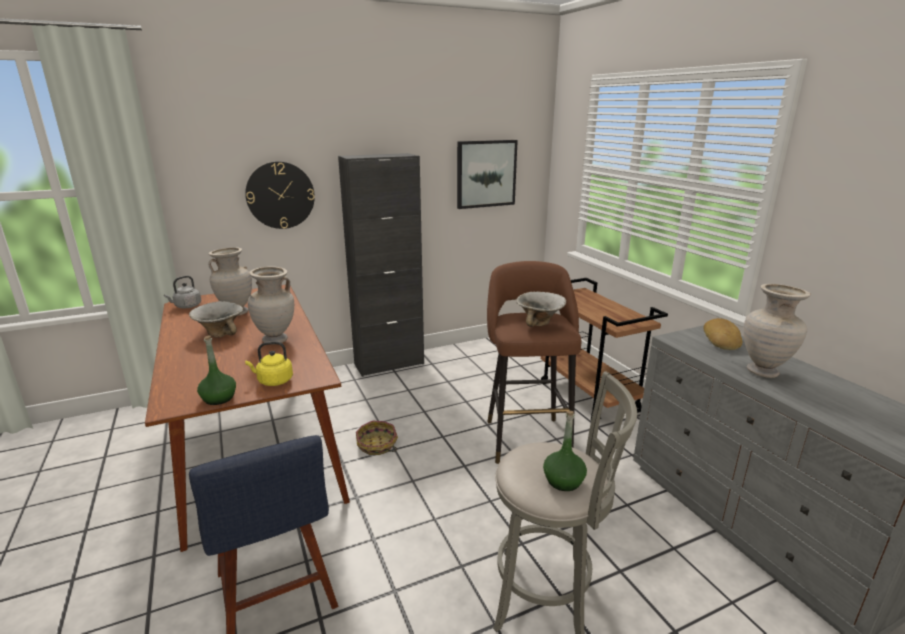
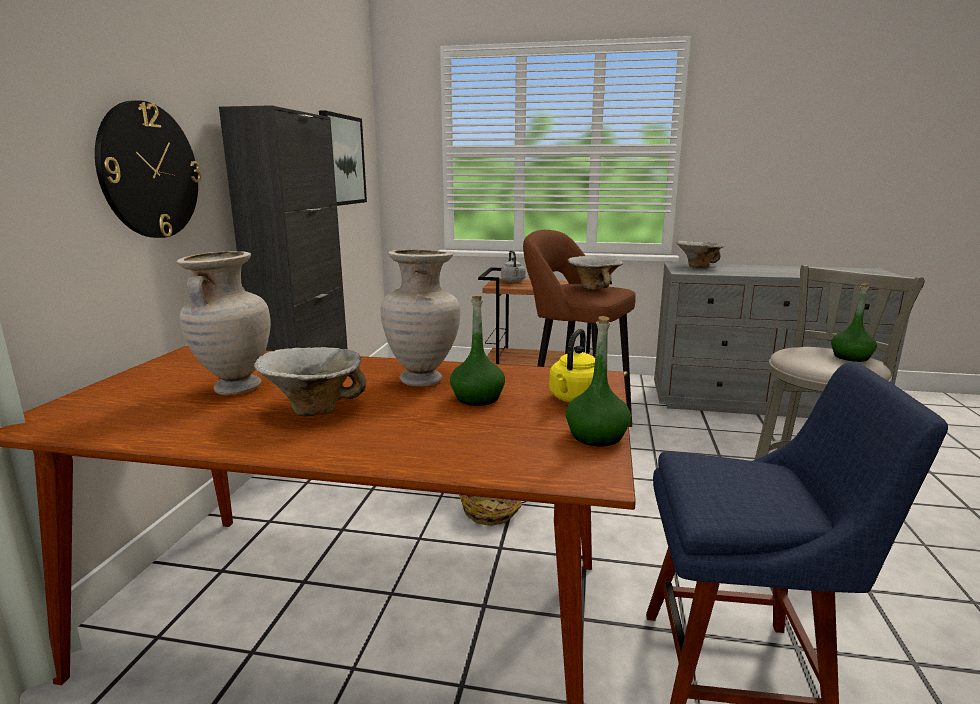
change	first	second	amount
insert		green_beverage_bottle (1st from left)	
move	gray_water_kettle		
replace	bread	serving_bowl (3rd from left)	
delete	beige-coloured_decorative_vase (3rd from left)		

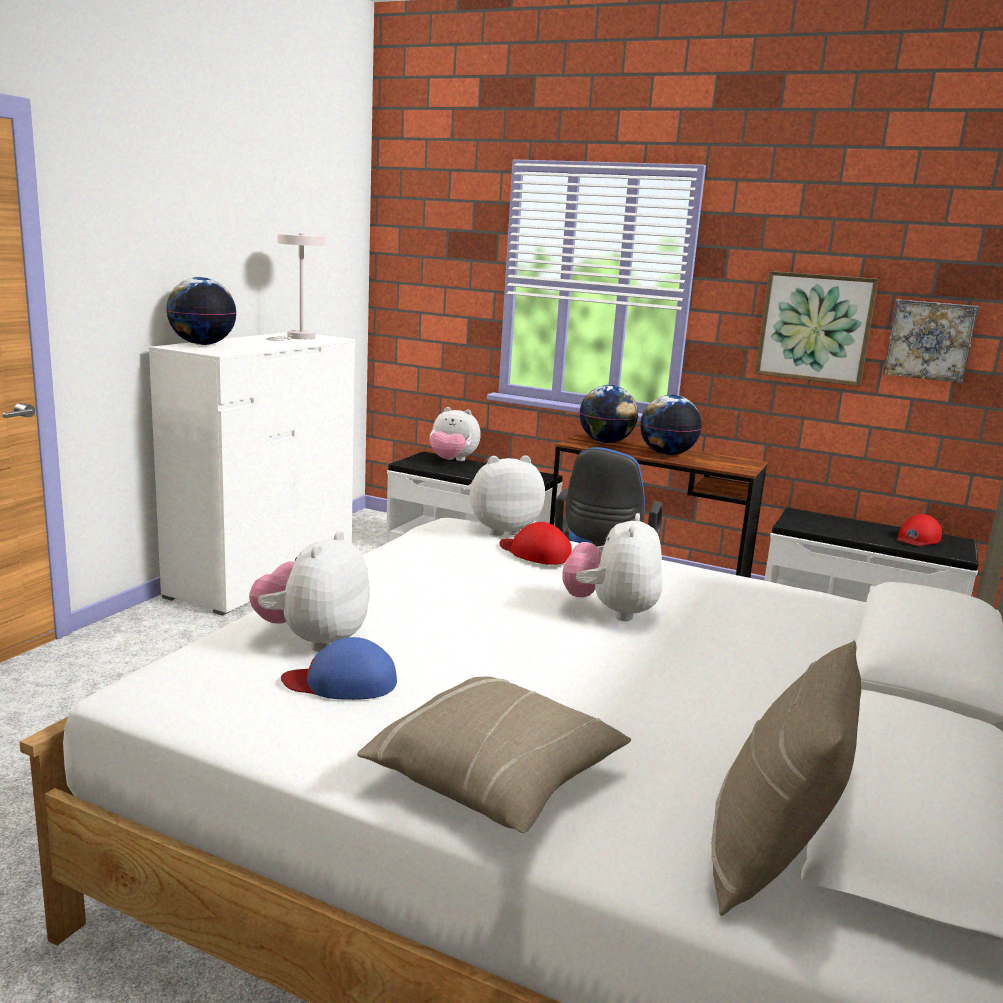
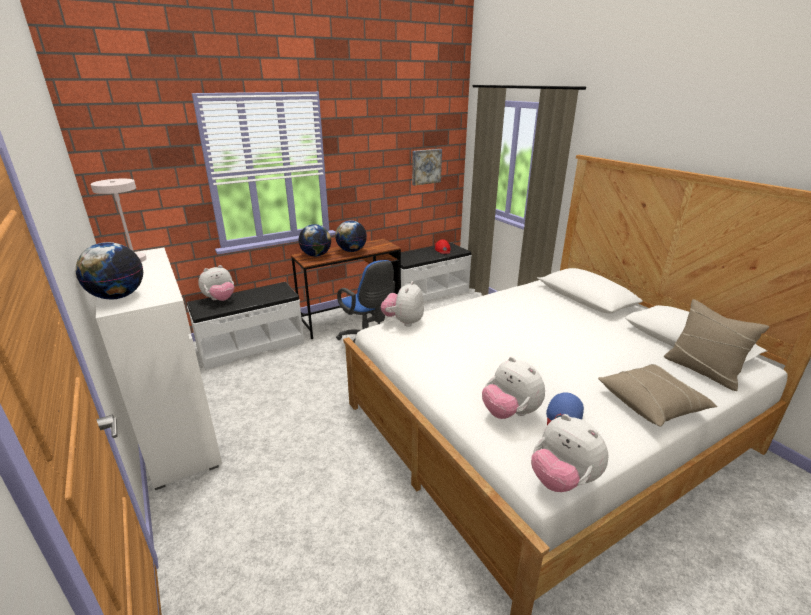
change	first	second	amount
move	soft_toy (4th from left)		
delete	red-coloured_baseball_cap (1st from left)		
delete	wall_art (1st from left)		

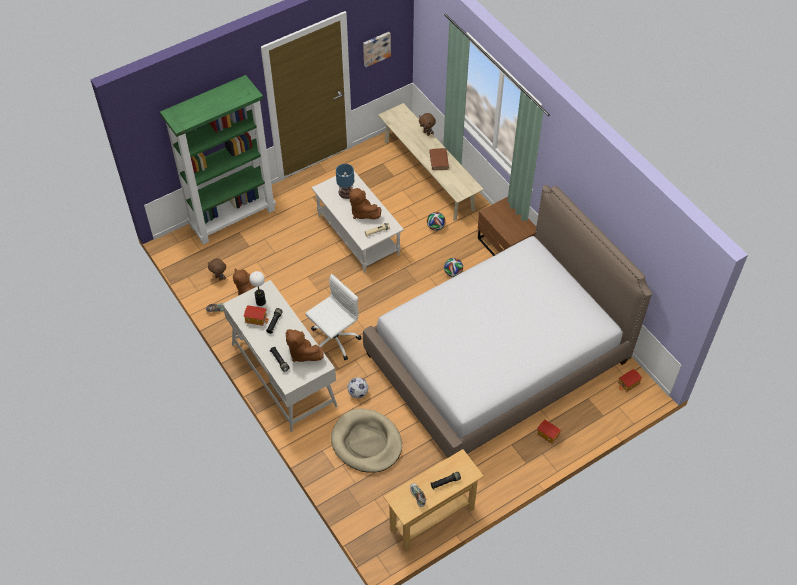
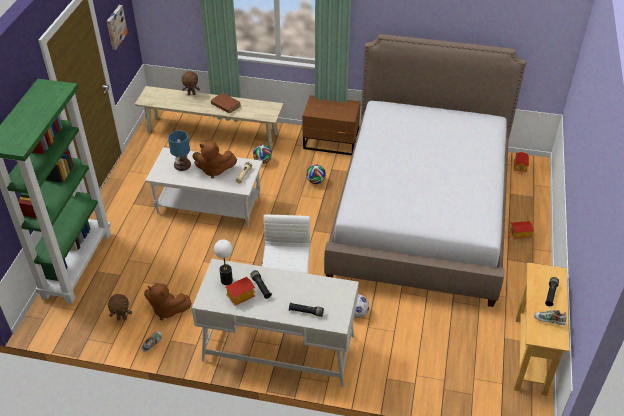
change	first	second	amount
delete	brown_soft_toy (3rd from left)		
delete	beige-coloured_pet_bed		

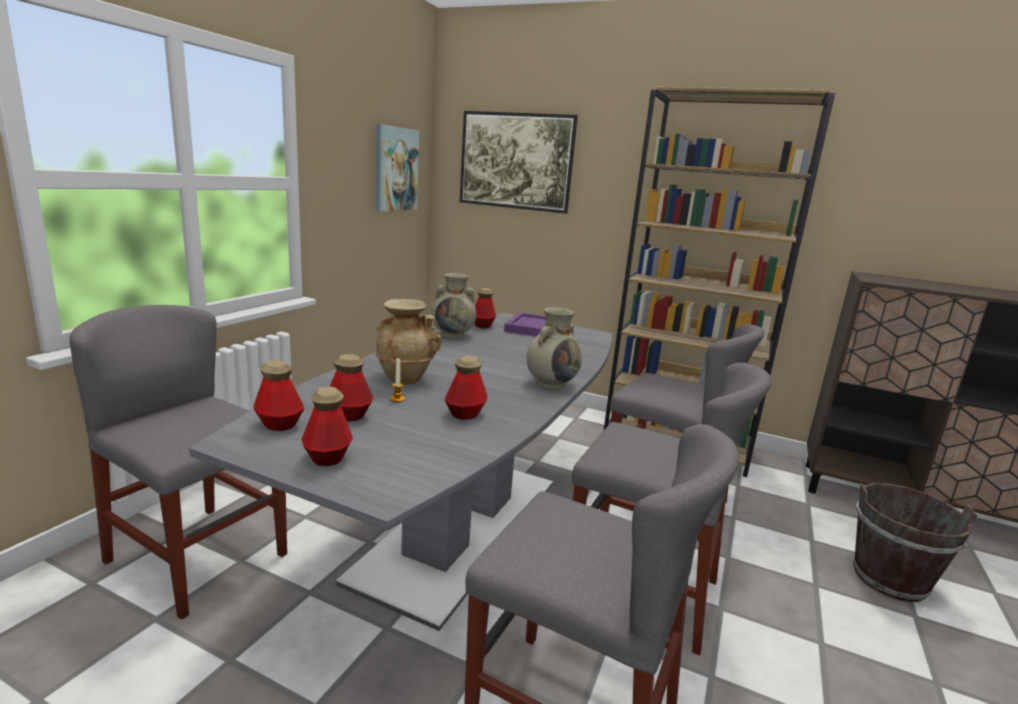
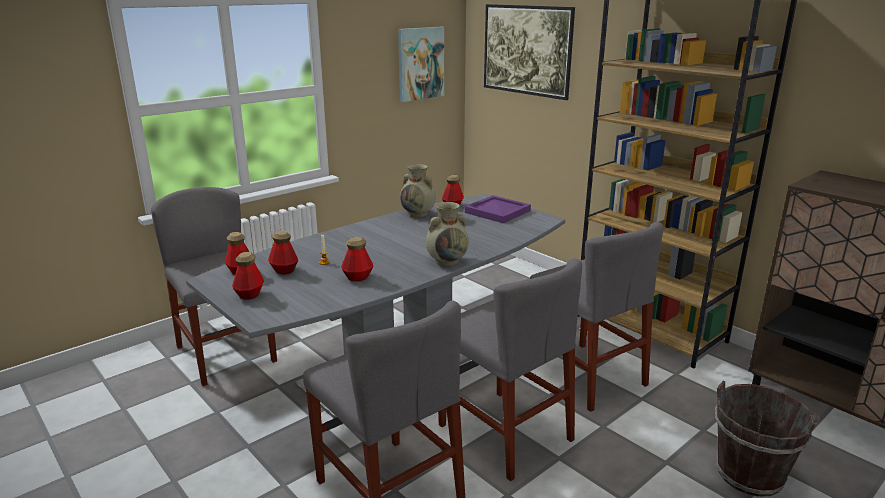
change	first	second	amount
delete	beige-coloured_decorative_vase (1st from left)		

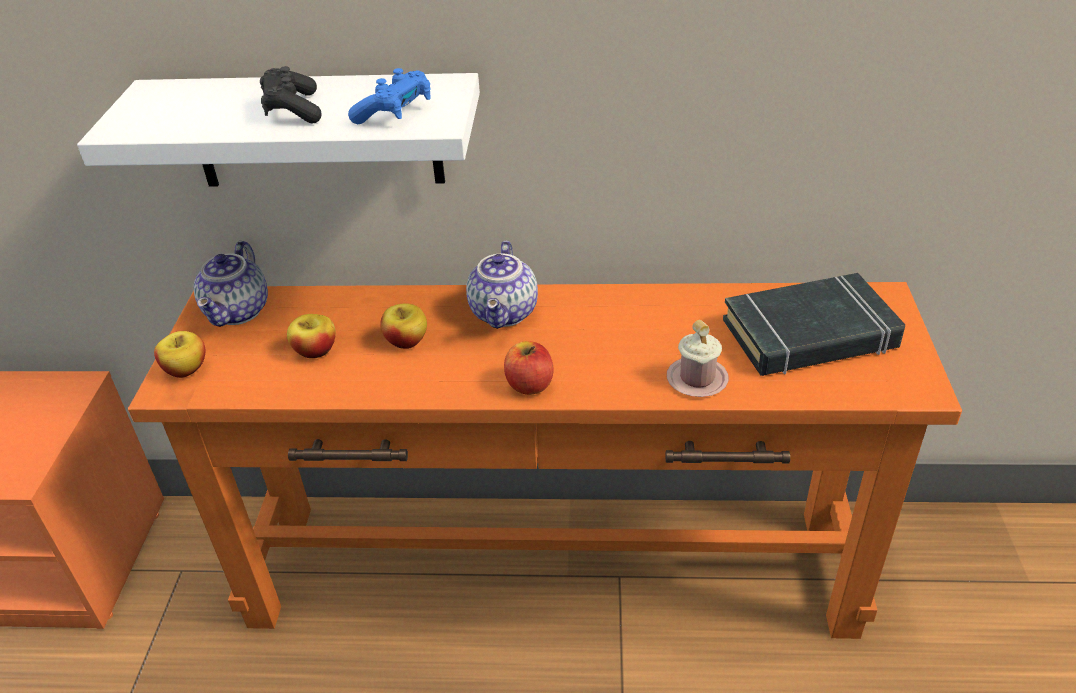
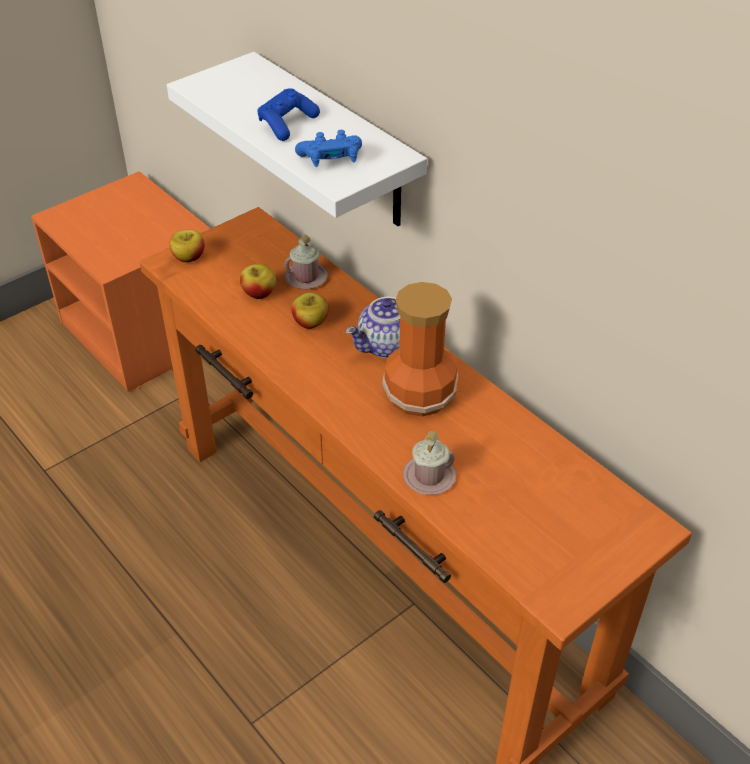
change	first	second	amount
recolor	black-coloured_game_controller	blue_game_controller (1st from left)	
insert		pink_mug (1st from left)	
insert		decorative_vase	
delete	teapot (1st from left)		
delete	apple_fruit (4th from left)		
delete	black-coloured_bound_book		

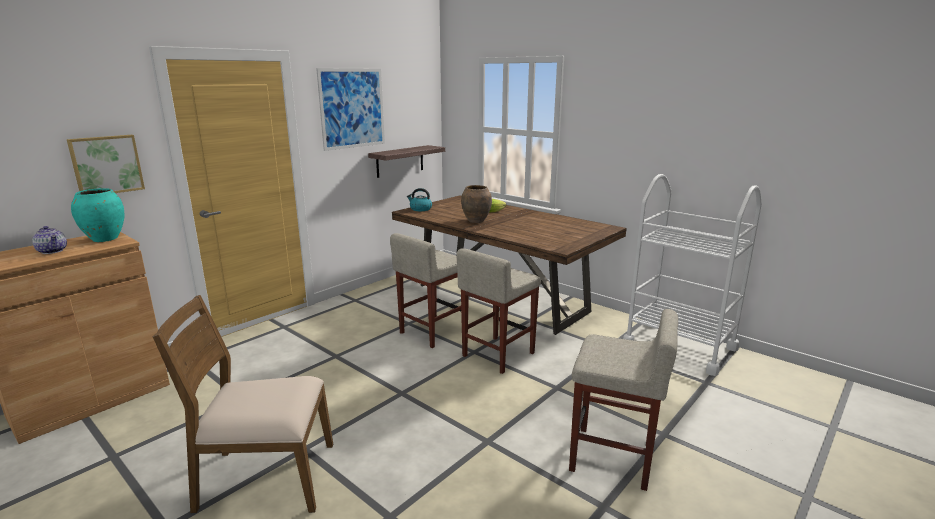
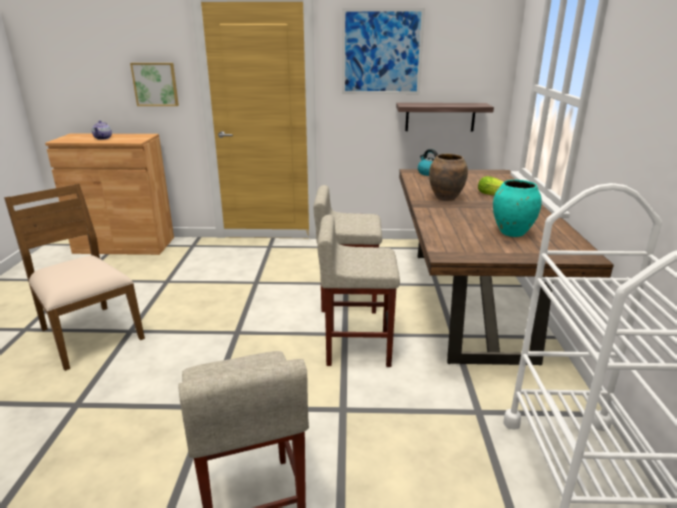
change	first	second	amount
move	turquoise-coloured_decorative_vase		

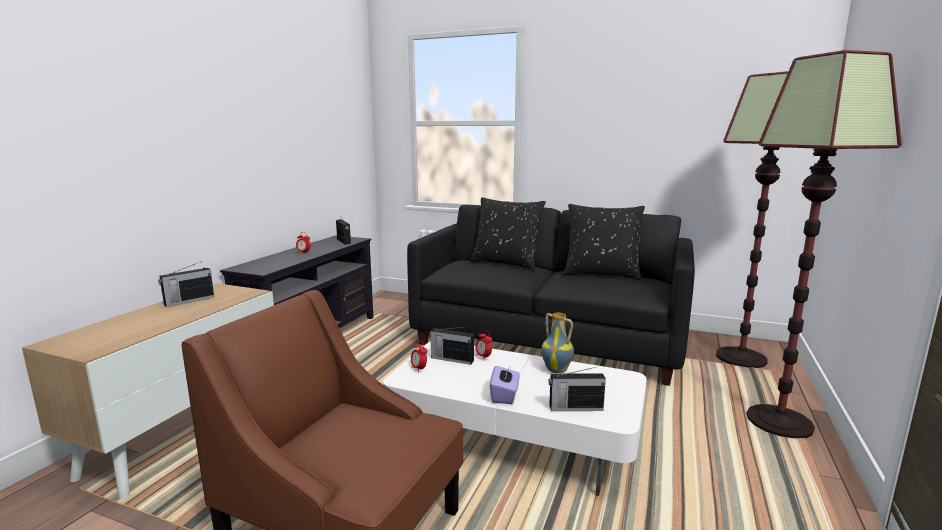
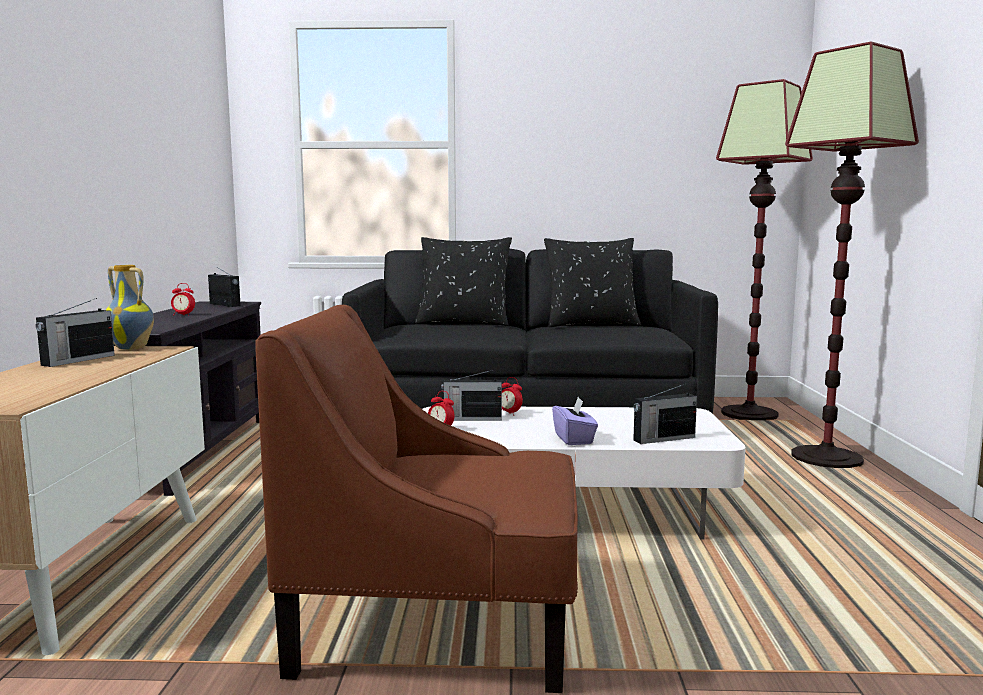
change	first	second	amount
move	decorative_vase		

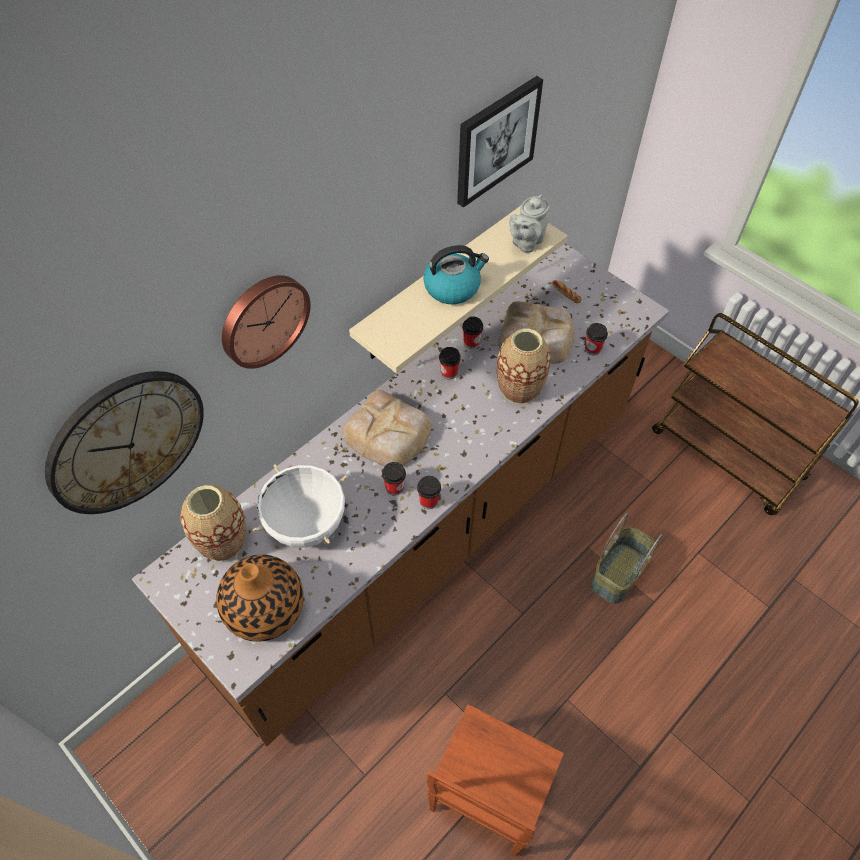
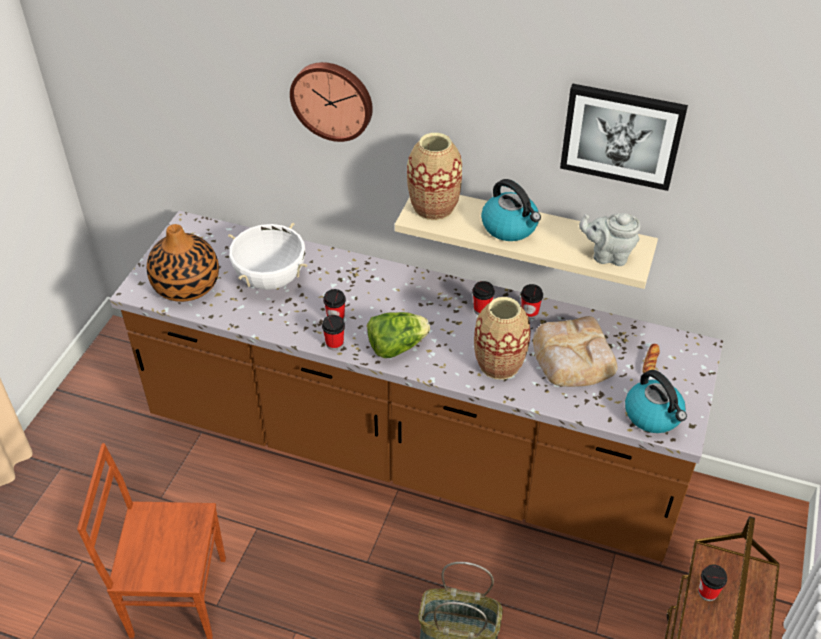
change	first	second	amount
insert		head_of_lettuce	
move	decorative_vase (1st from left in the first image)	decorative_vase (2nd from left)	
insert		water_kettle (2nd from left)	
move	small_cup (5th from left)		
delete	clock_on_the_wall (1st from left)		
delete	bread (1st from left)		

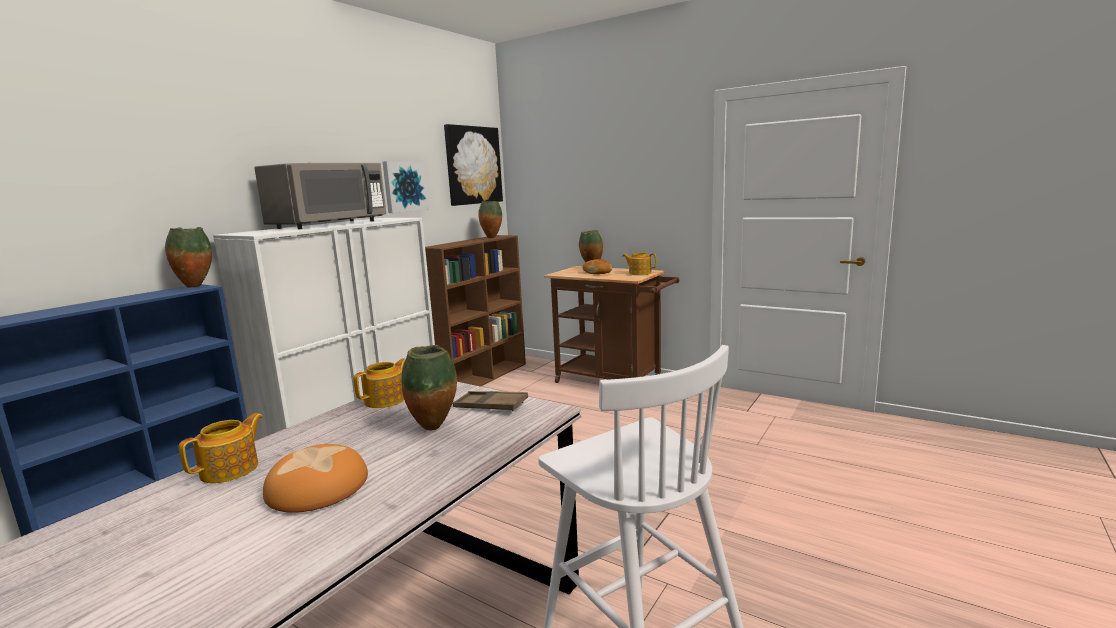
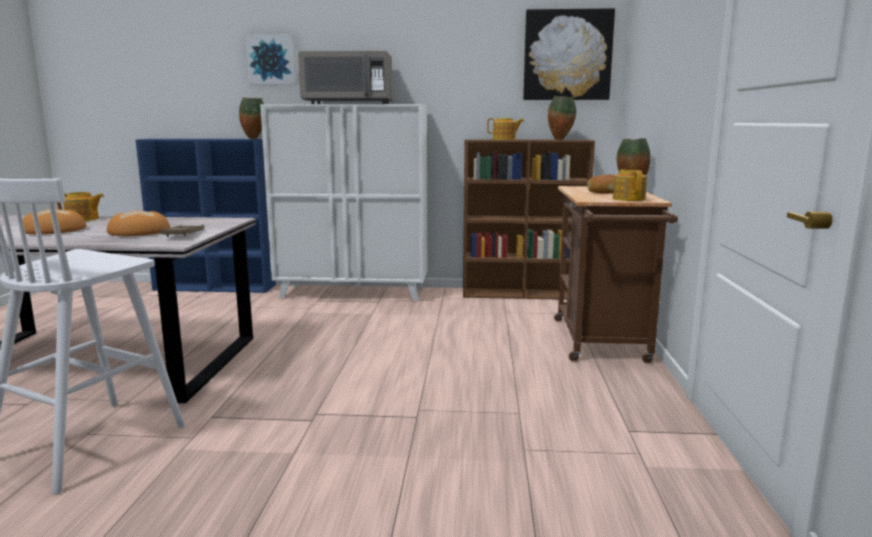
change	first	second	amount
replace	decorative_vase (2nd from left)	bread (2nd from left)	
move	wall_art (1st from left)		
move	teapot (2nd from left)		

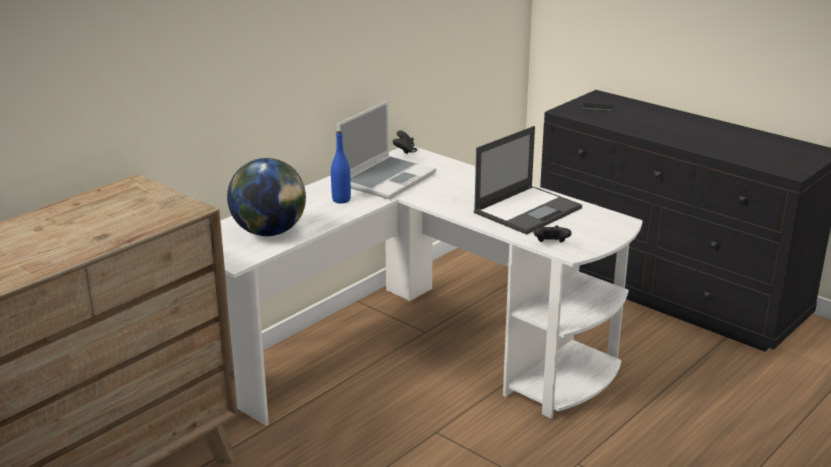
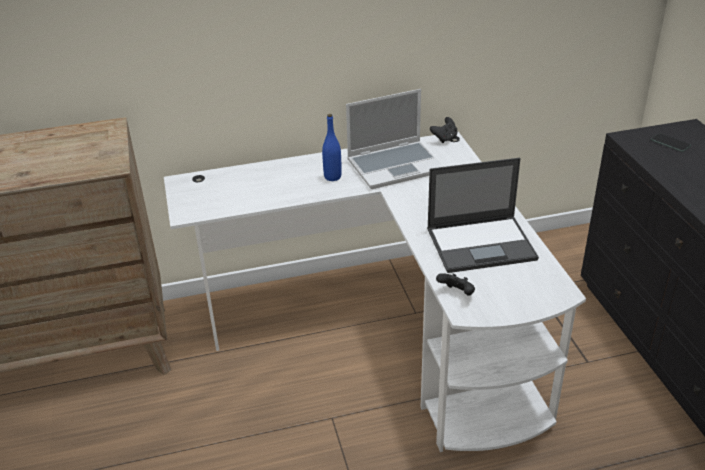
change	first	second	amount
delete	world_globe		

